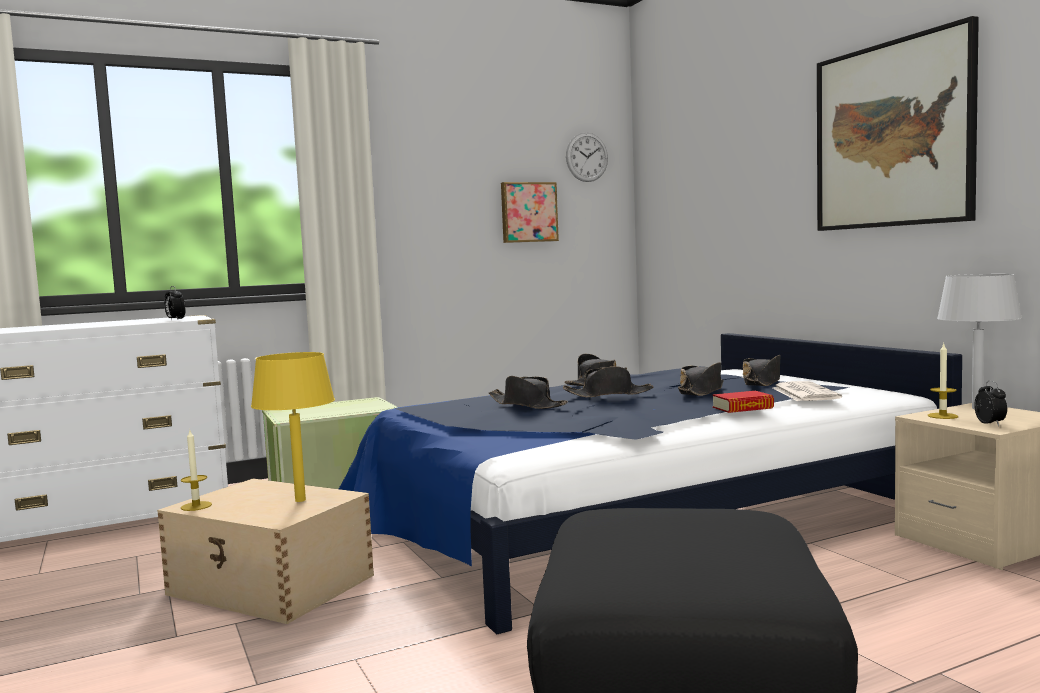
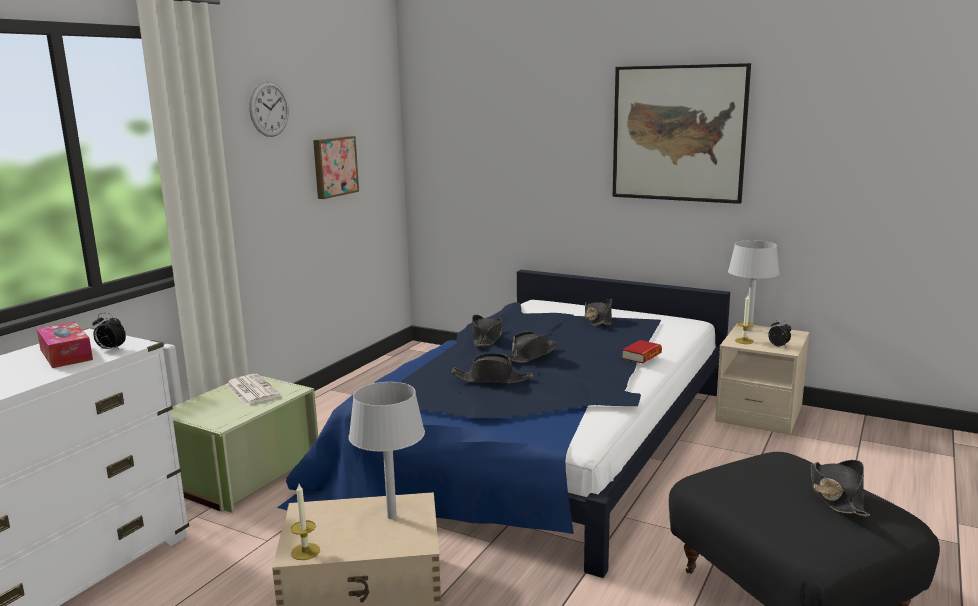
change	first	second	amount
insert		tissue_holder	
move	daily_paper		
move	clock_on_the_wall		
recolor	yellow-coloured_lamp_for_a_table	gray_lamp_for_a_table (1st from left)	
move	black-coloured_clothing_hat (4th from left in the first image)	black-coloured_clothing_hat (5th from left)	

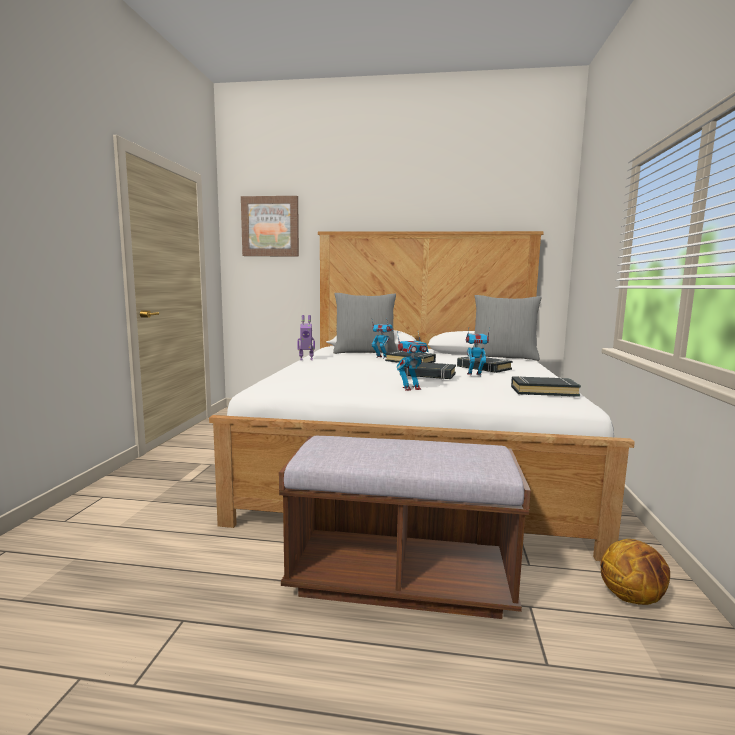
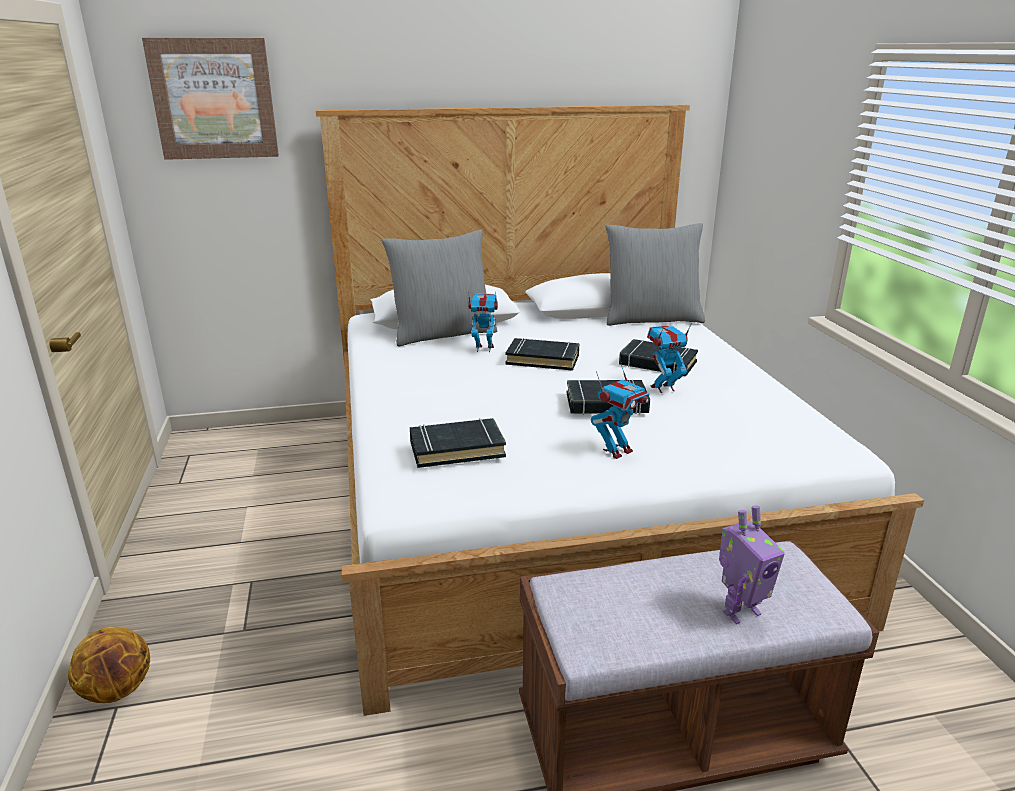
change	first	second	amount
move	basketball_ball		
move	black-coloured_bound_book (4th from left in the first image)	black-coloured_bound_book (1st from left)	
move	model_robot (1st from left in the first image)	model_robot (4th from left)	

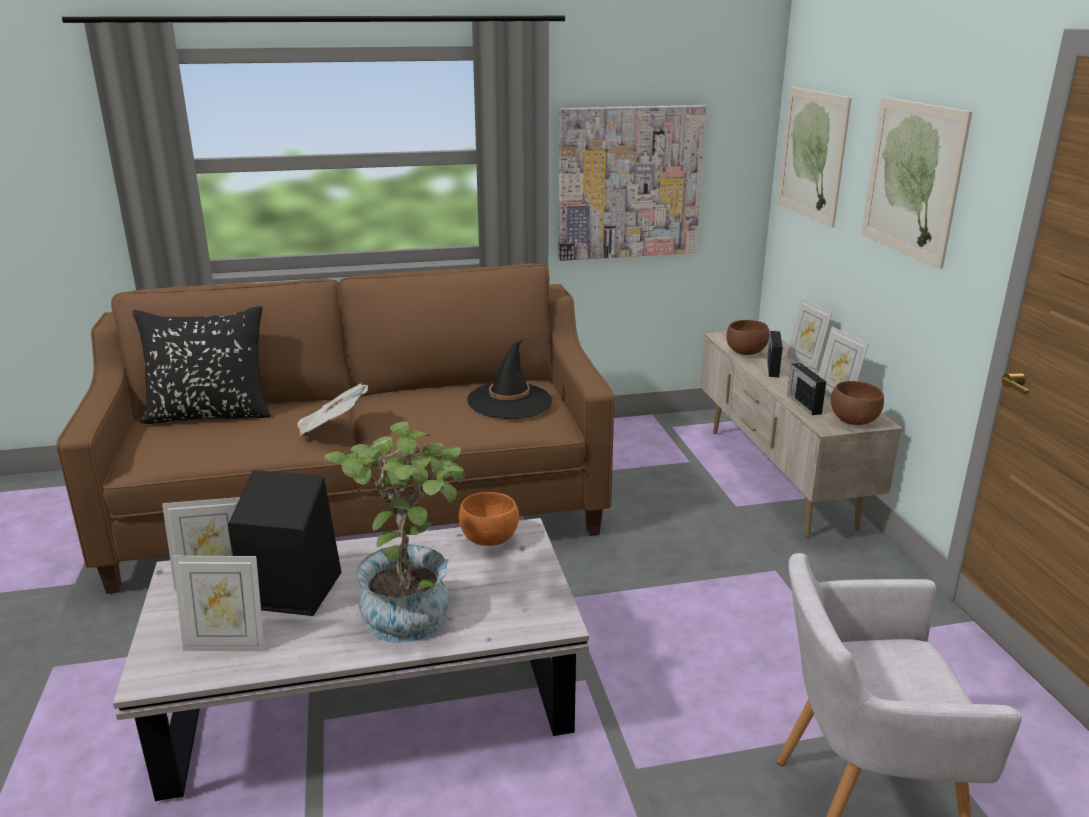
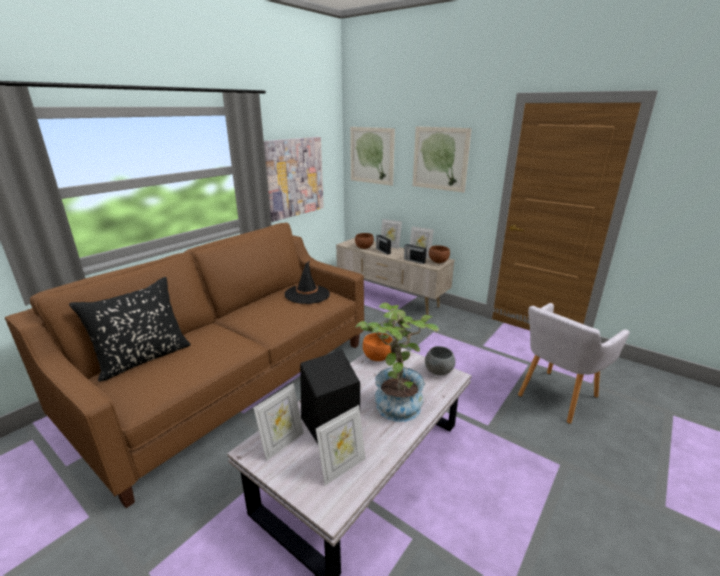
change	first	second	amount
insert		gray_serving_bowl	
delete	daily_paper		

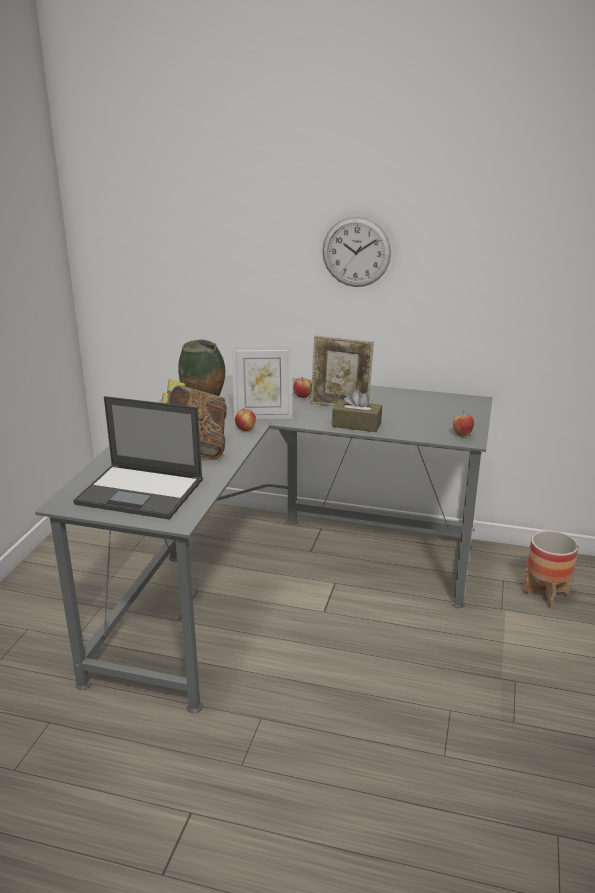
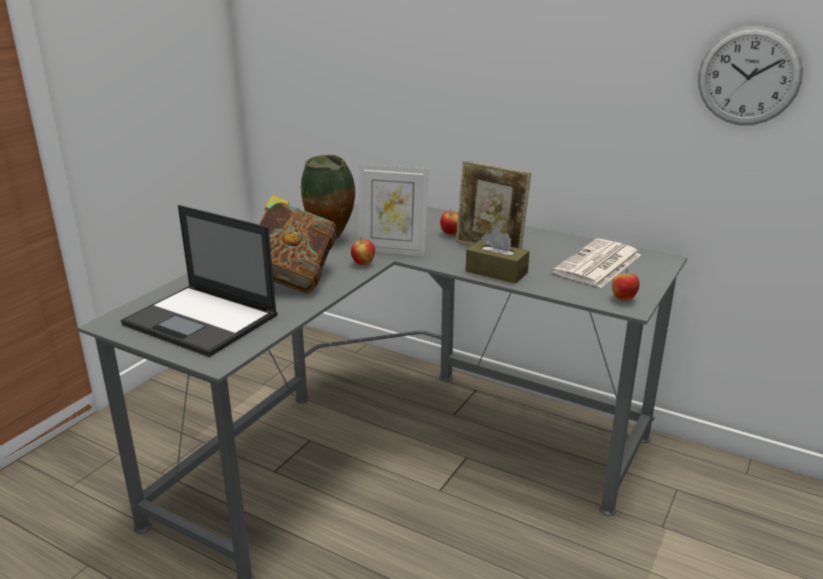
change	first	second	amount
insert		daily_paper	
move	clock_on_the_wall		
delete	flower_pot		

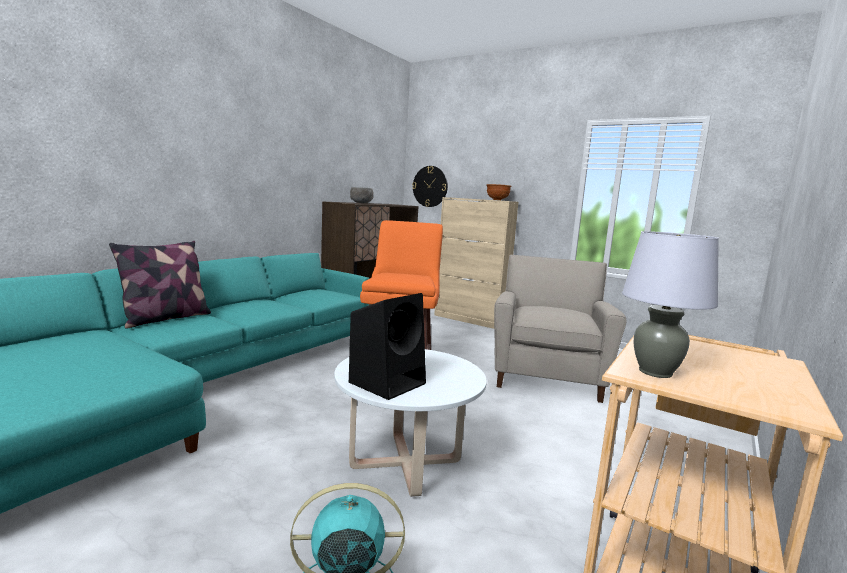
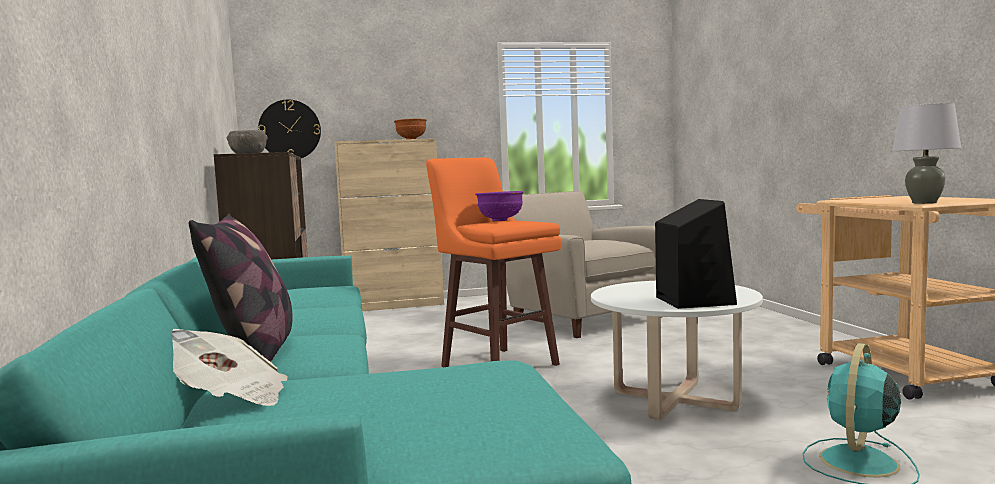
change	first	second	amount
insert		daily_paper	
insert		purple-coloured_serving_bowl	

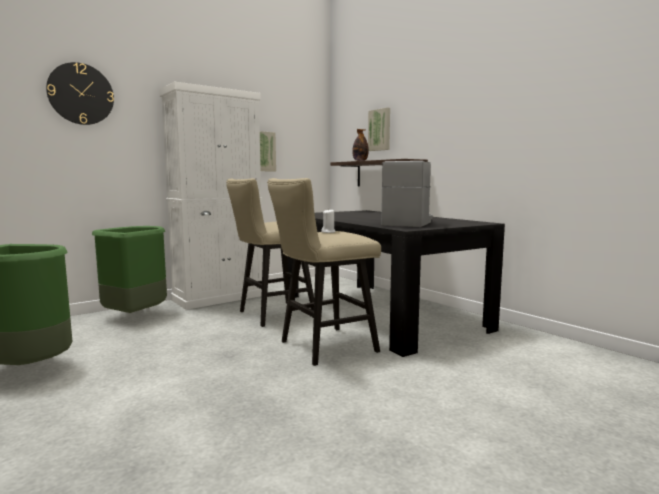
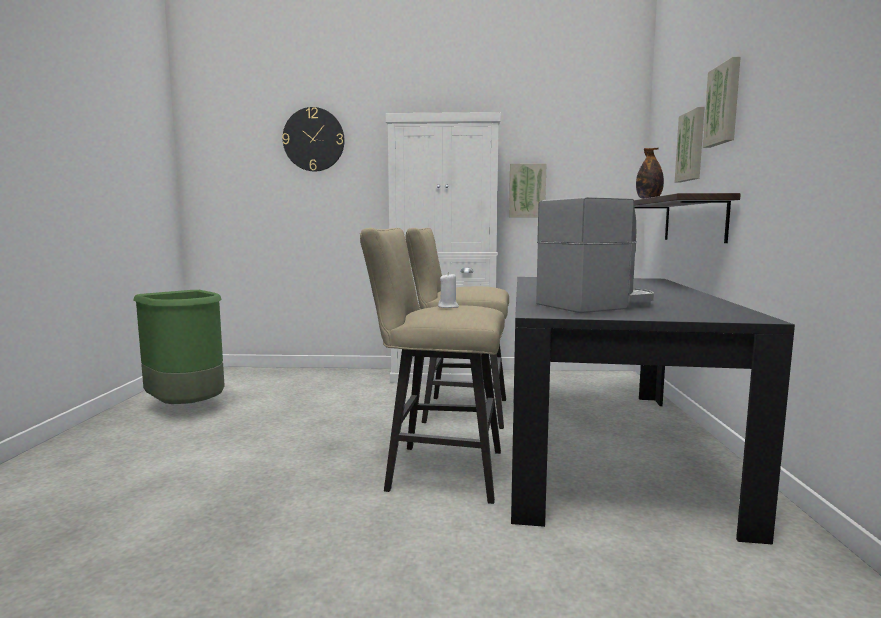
change	first	second	amount
insert		wall_art (3rd from left)	
delete	green_trash_can (2nd from left)		

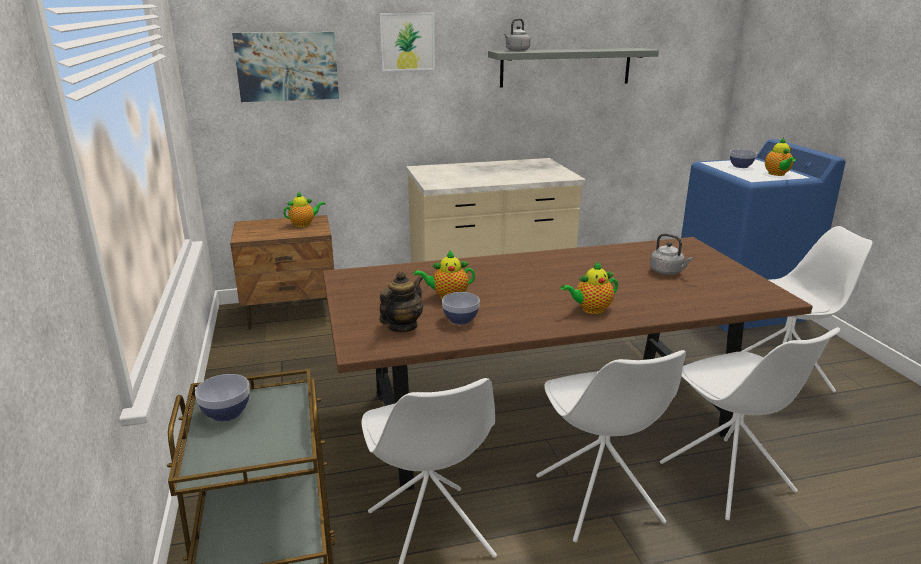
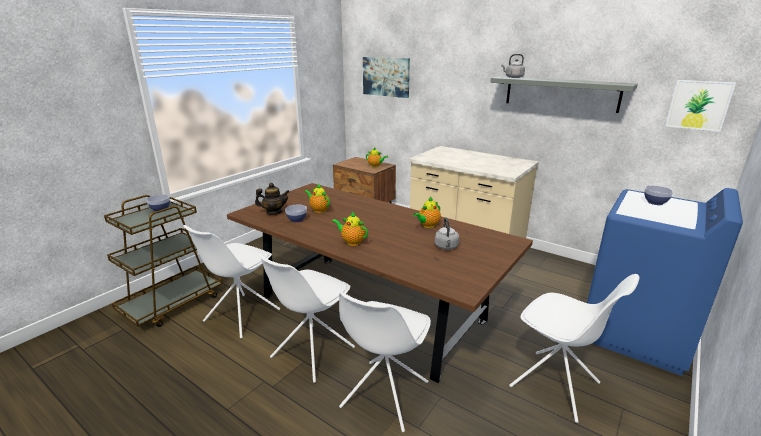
change	first	second	amount
move	teapot (5th from left)		
move	wall_art (2nd from left)		

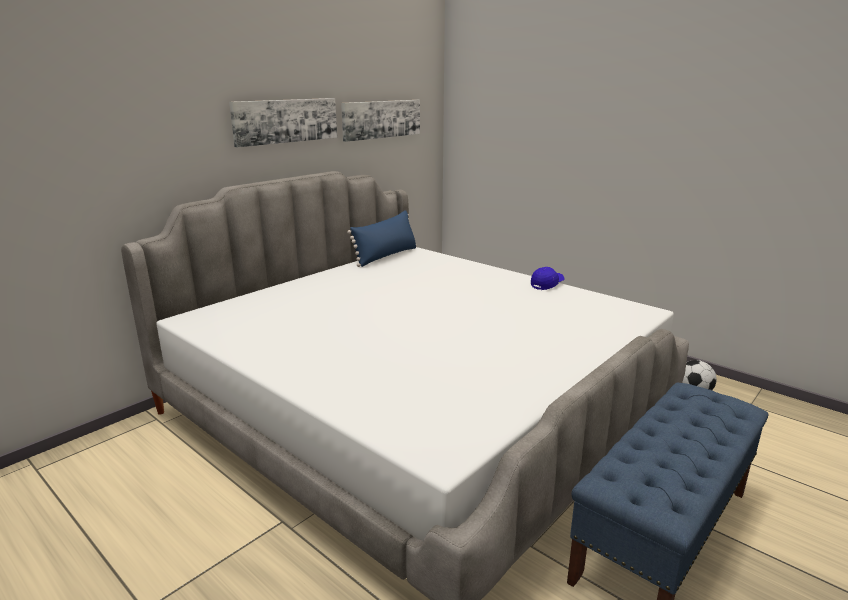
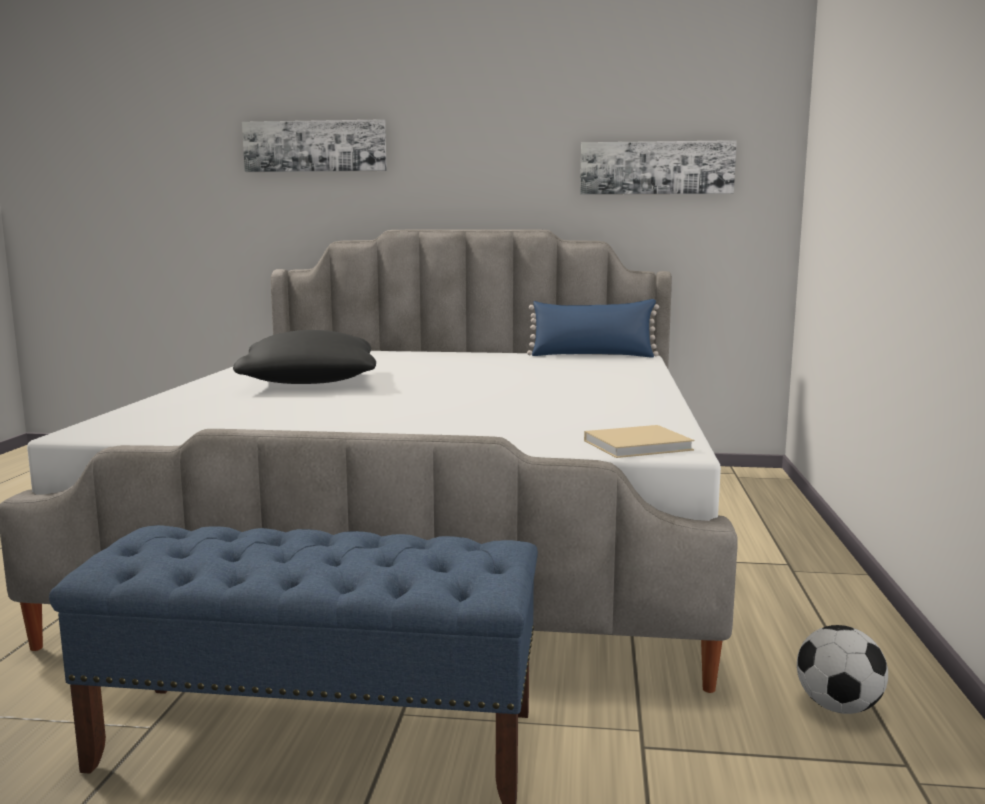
change	first	second	amount
insert		black-coloured_throw_pillow	
move	wall_art (1st from left)		
insert		beige-coloured_bound_book	
delete	blue_baseball_cap		

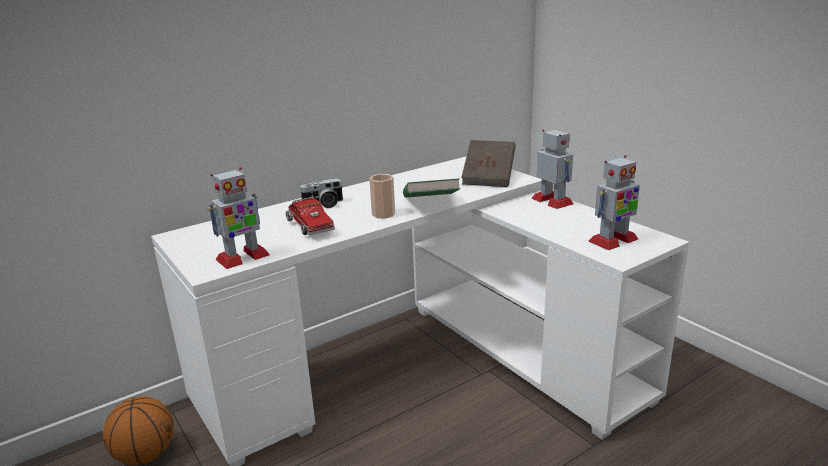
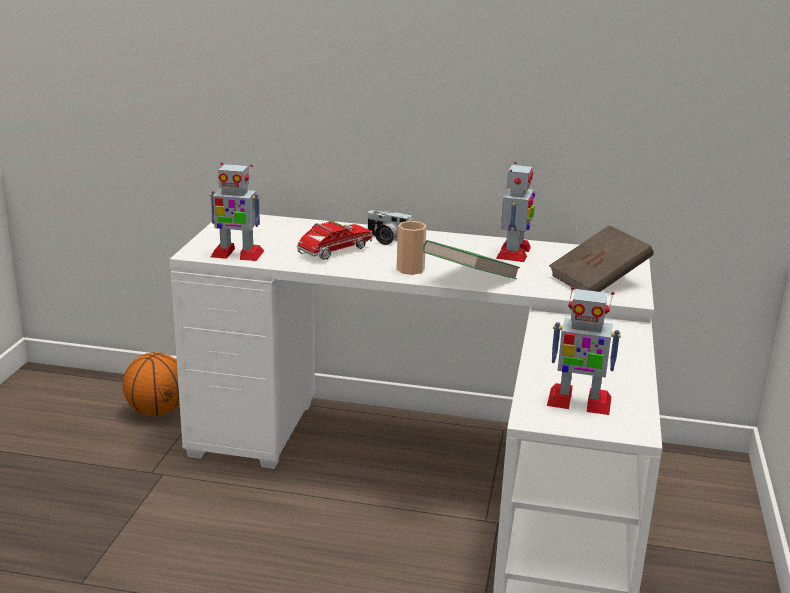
change	first	second	amount
rotate	model_truck		150 degrees counterclockwise
move	model_robot (2nd from left)		

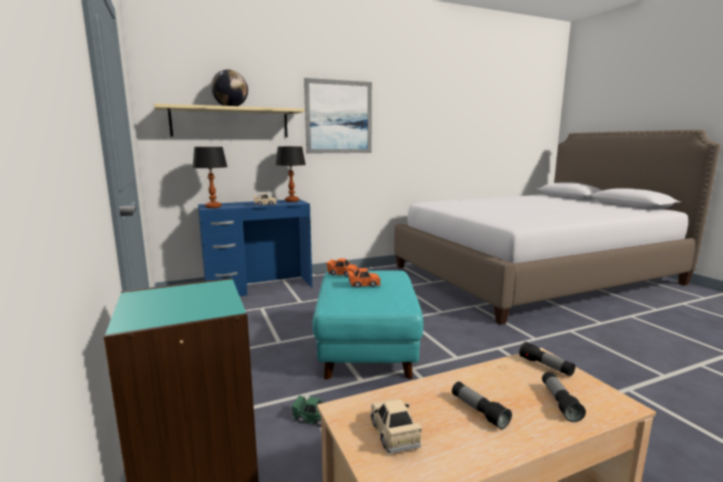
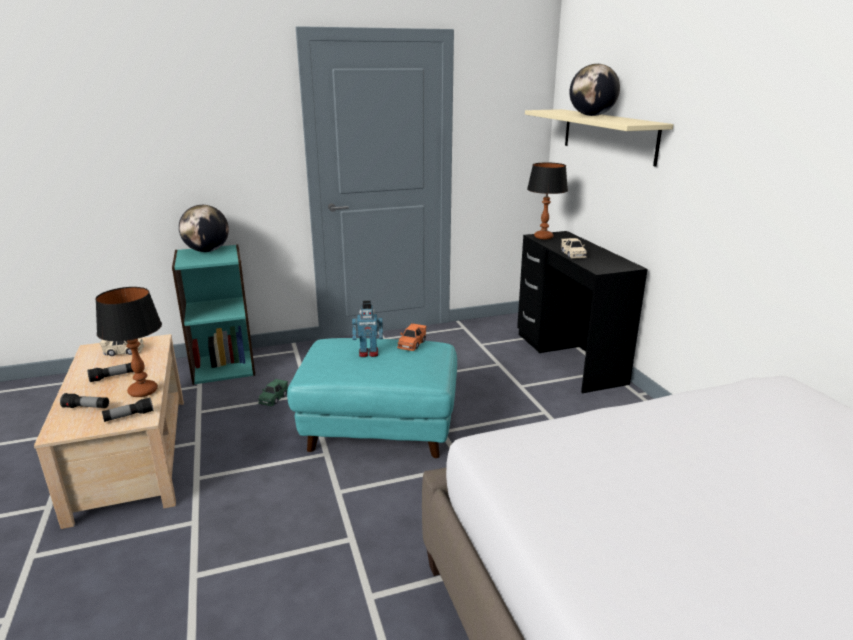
change	first	second	amount
move	lamp_for_a_table (2nd from left in the first image)	lamp_for_a_table (1st from left)	
insert		world_globe (1st from left)	
replace	orange-coloured_model_car (2nd from left)	model_robot	
recolor	blue_desk	black-coloured_desk	
delete	wall_art		

